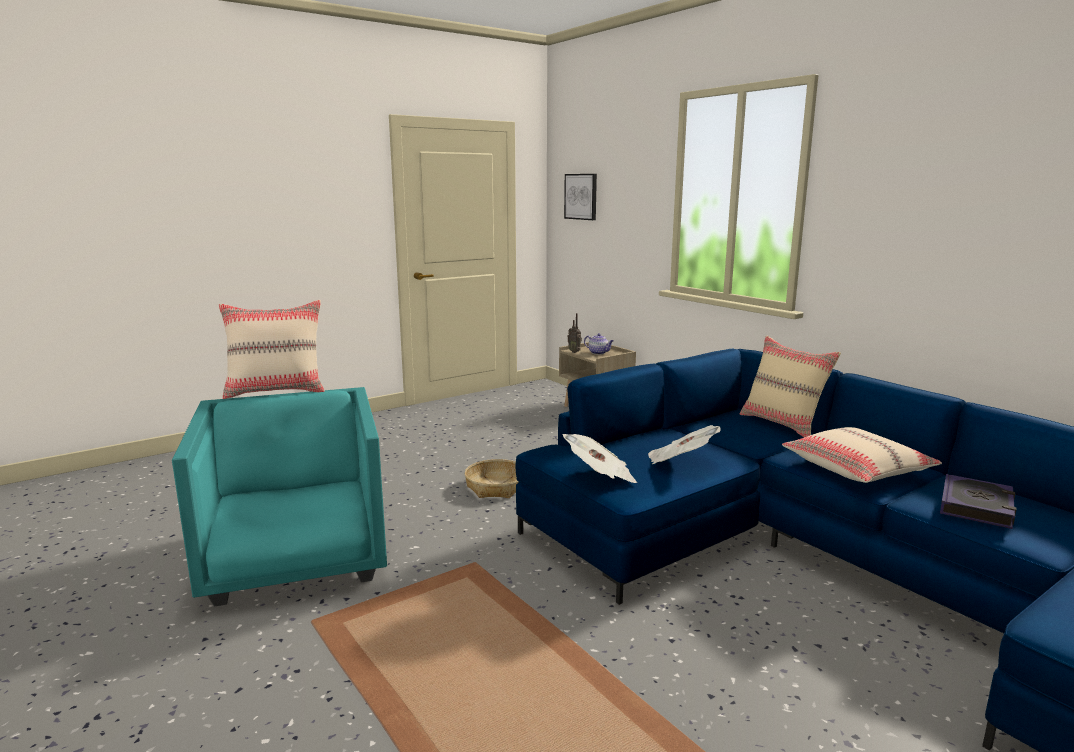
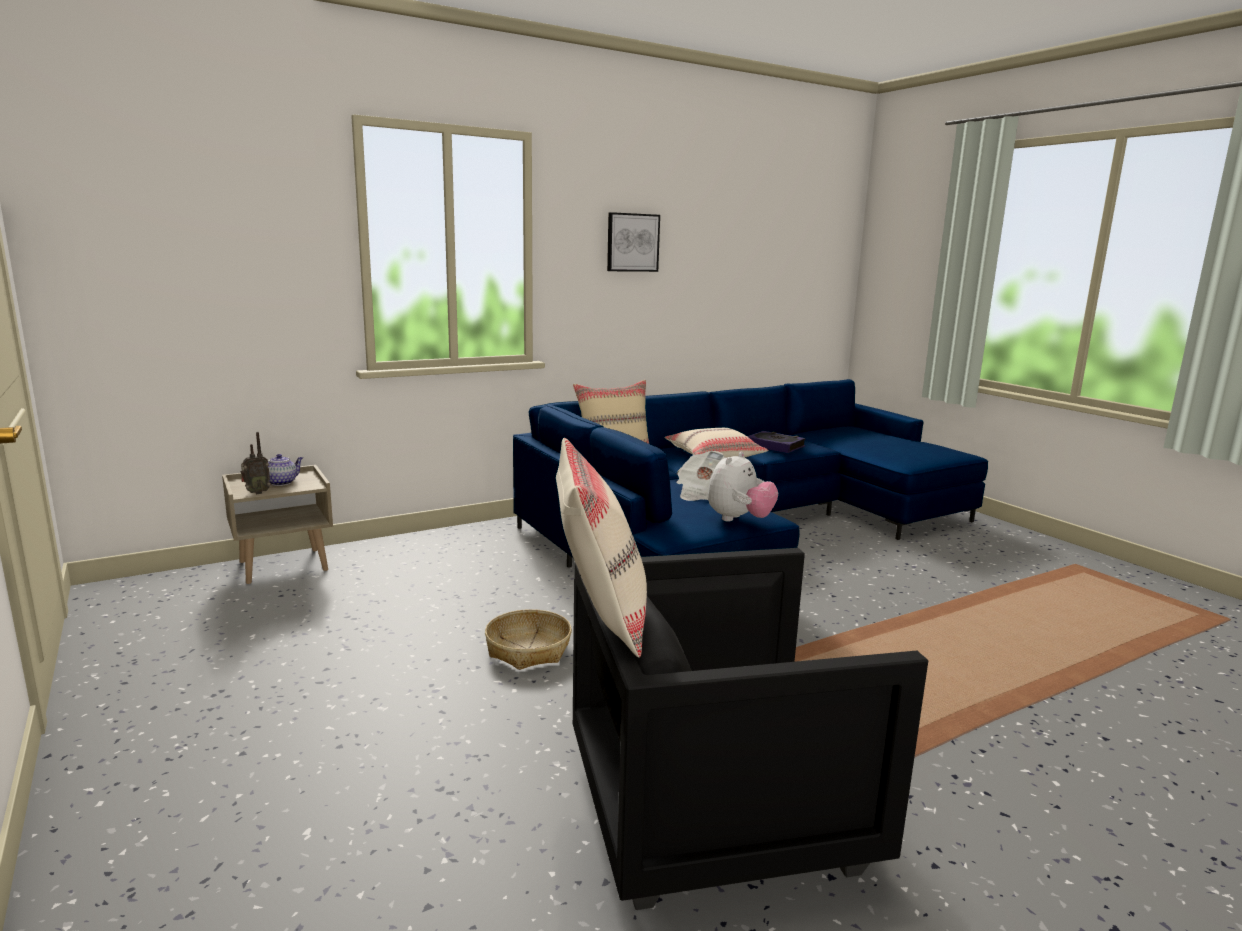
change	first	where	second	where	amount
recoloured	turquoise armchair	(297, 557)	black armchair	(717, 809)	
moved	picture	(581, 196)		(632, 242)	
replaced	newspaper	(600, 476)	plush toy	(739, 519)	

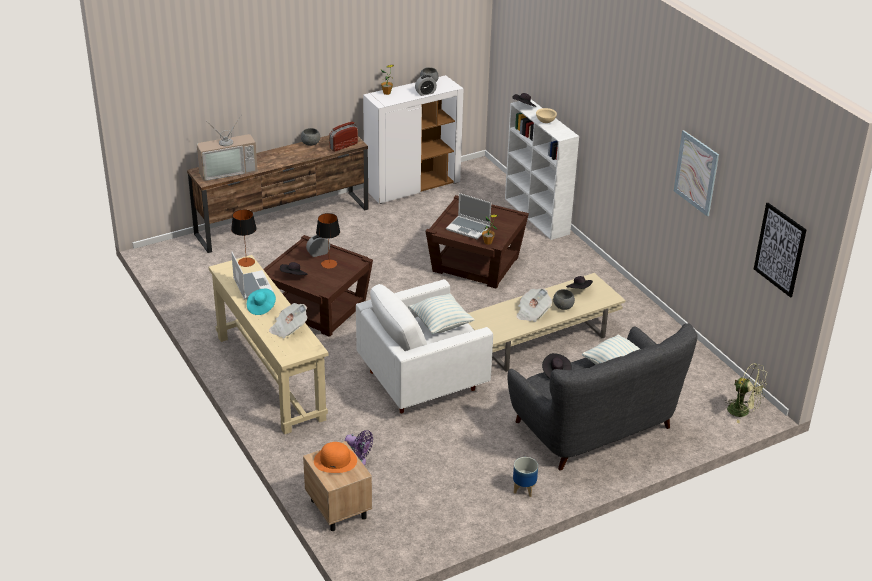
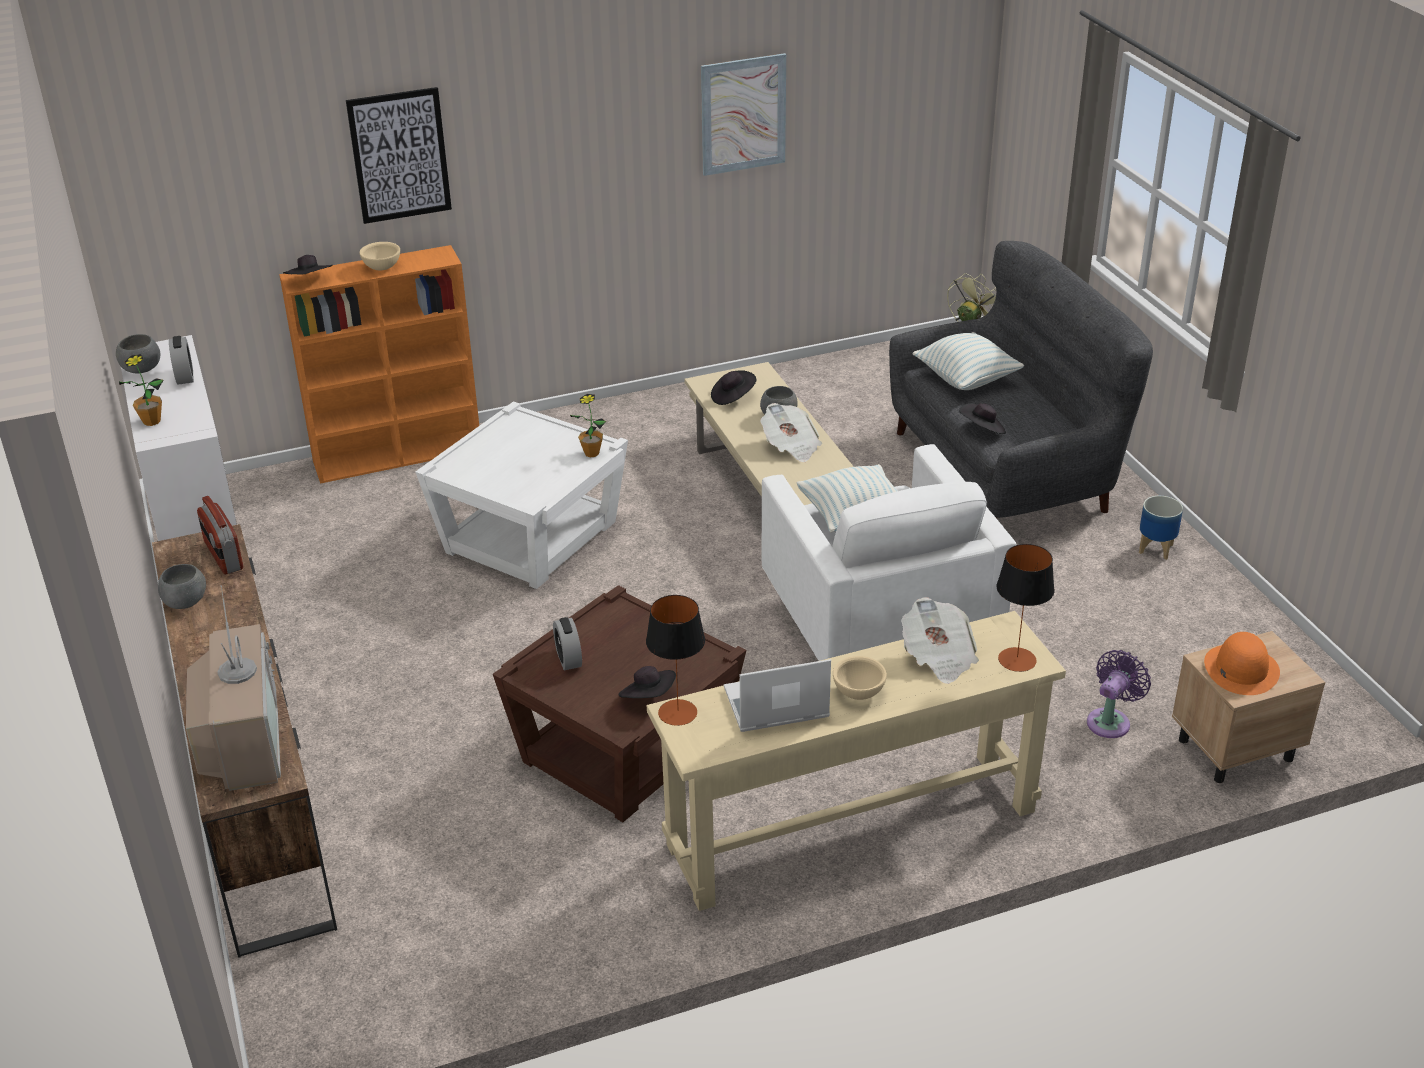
change	first	where	second	where	amount
recoloured	white bookcase	(537, 216)	orange bookcase	(399, 455)	
moved	picture	(780, 249)		(399, 155)	
recoloured	brown side table	(475, 264)	white side table	(530, 537)	
replaced	turquoise hat	(261, 307)	beige bowl	(858, 693)	
moved	table lamp	(329, 264)		(1017, 659)	
removed	laptop	(469, 228)			

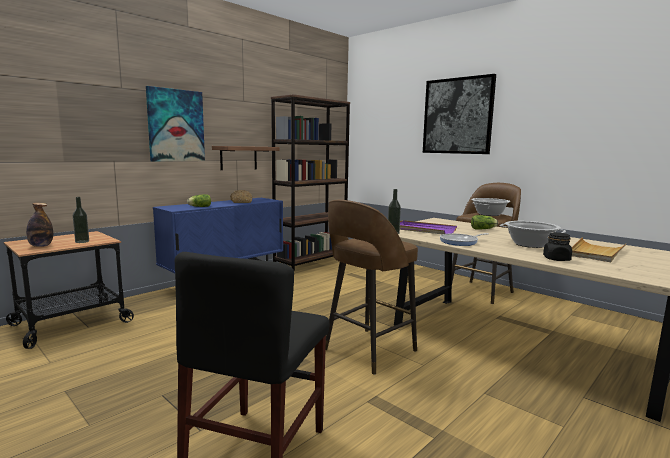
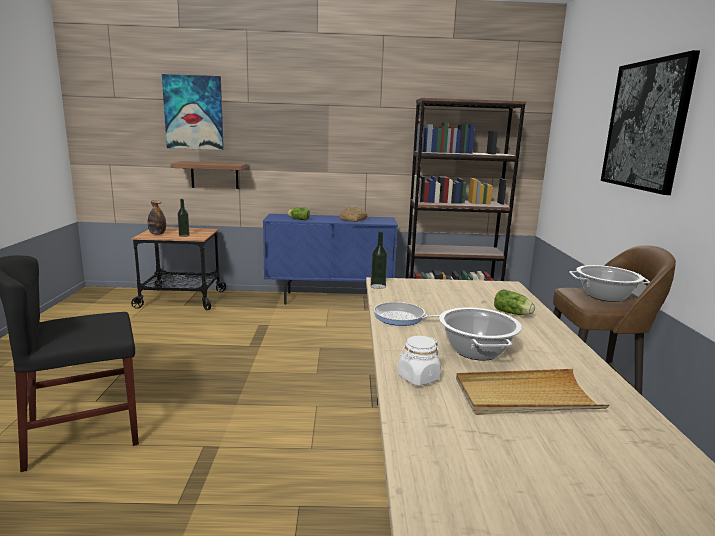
change	first	where	second	where	amount
moved	picture	(176, 125)		(194, 112)	
moved	shelf	(238, 158)		(214, 175)	
recoloured	black jar	(556, 259)	white jar	(418, 378)	
removed	brown stool	(367, 351)			
removed	purple tray	(422, 230)			

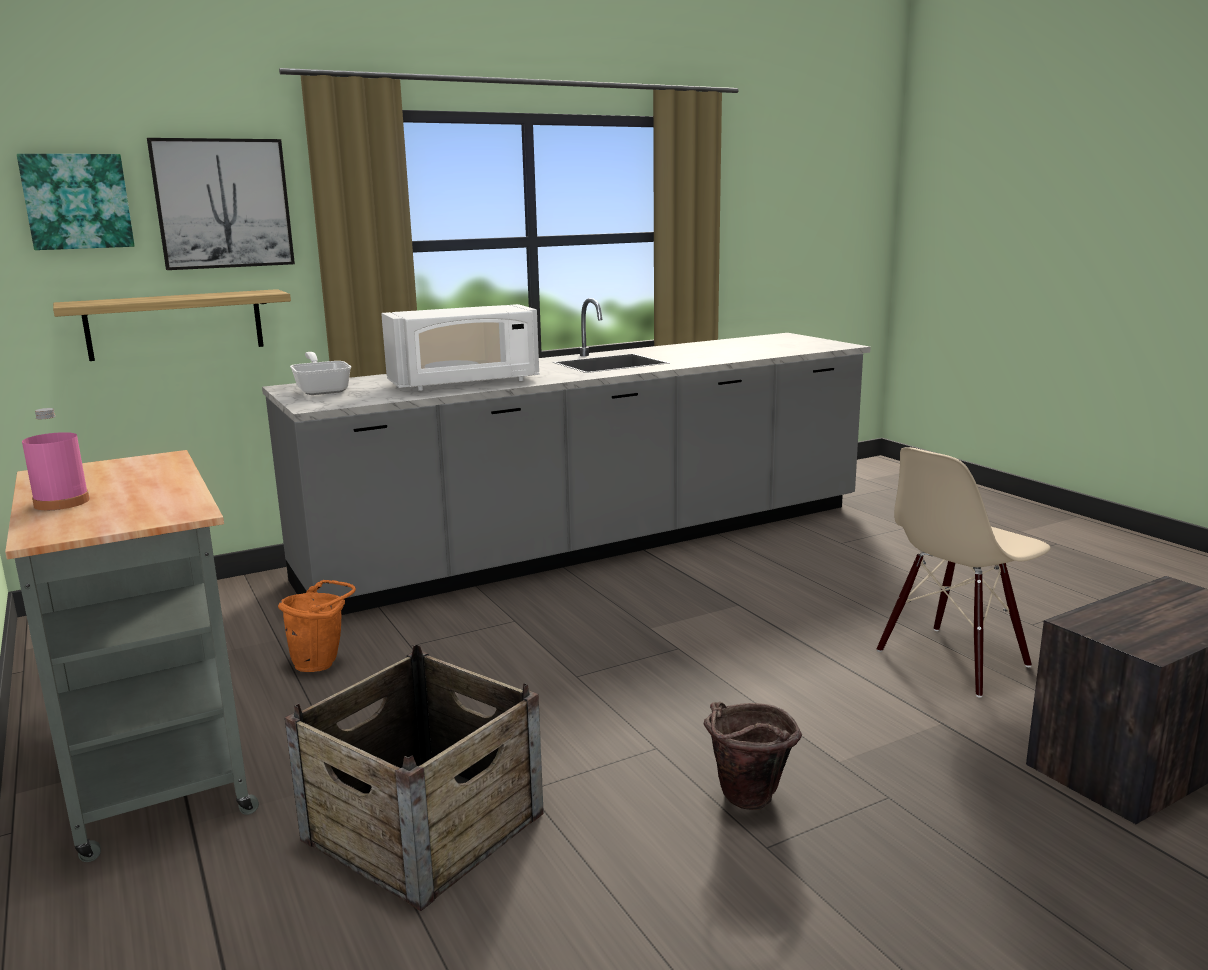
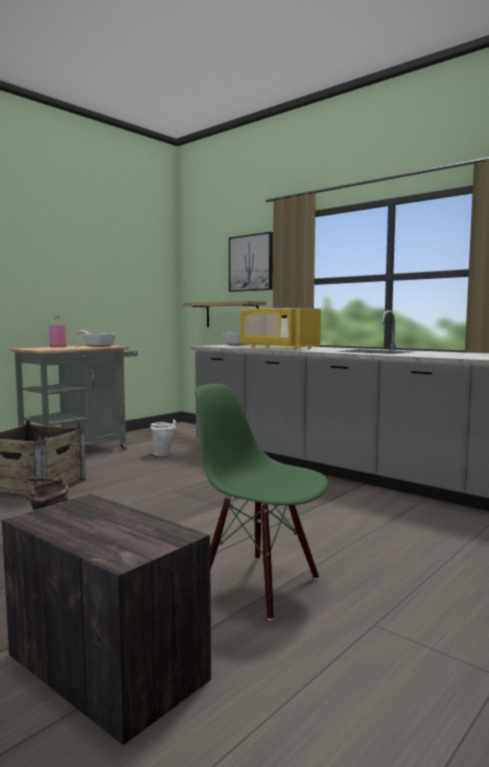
change	first	where	second	where	amount
added			frying pan	(97, 346)	
recoloured	orange bucket	(322, 663)	white bucket	(164, 455)	
recoloured	beige chair	(953, 660)	green chair	(260, 585)	
recoloured	white microwave	(465, 383)	yellow microwave	(278, 348)	
removed	picture	(77, 201)			

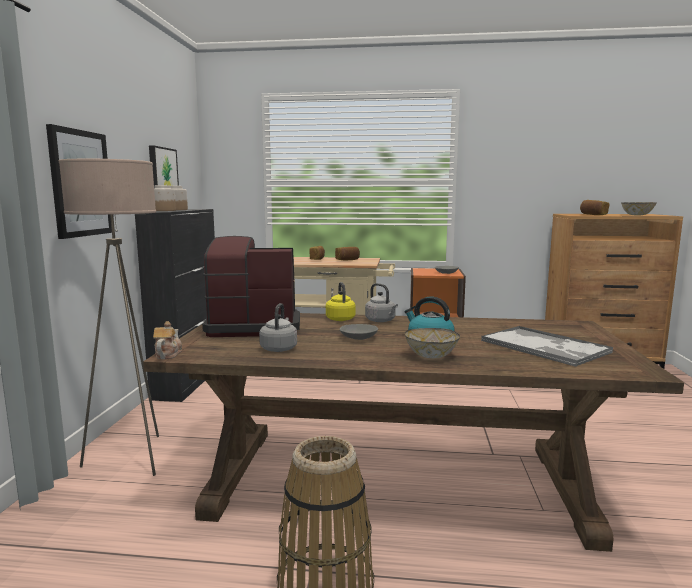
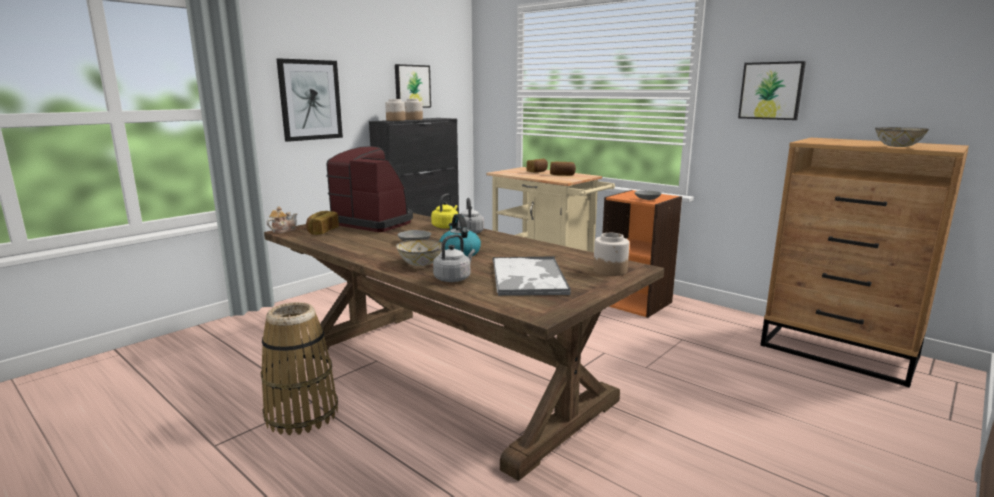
change	first	where	second	where	amount
moved	bread	(593, 215)		(322, 231)	
moved	grey kettle	(279, 348)		(454, 278)	
added			jar	(610, 270)	
added			picture	(771, 91)	
removed	beige floor lamp	(132, 458)			

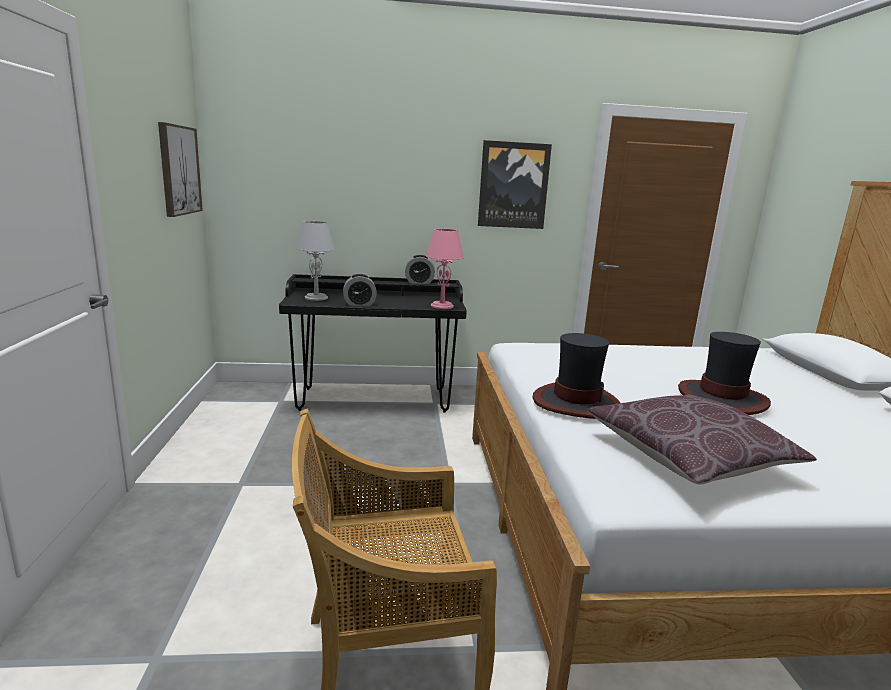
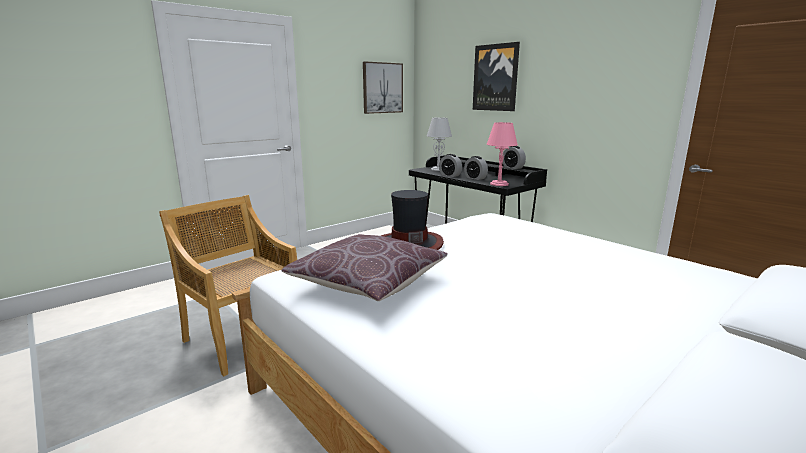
change	first	where	second	where	amount
added			alarm clock	(475, 178)	
moved	picture	(513, 185)		(495, 77)	
removed	hat	(722, 398)			

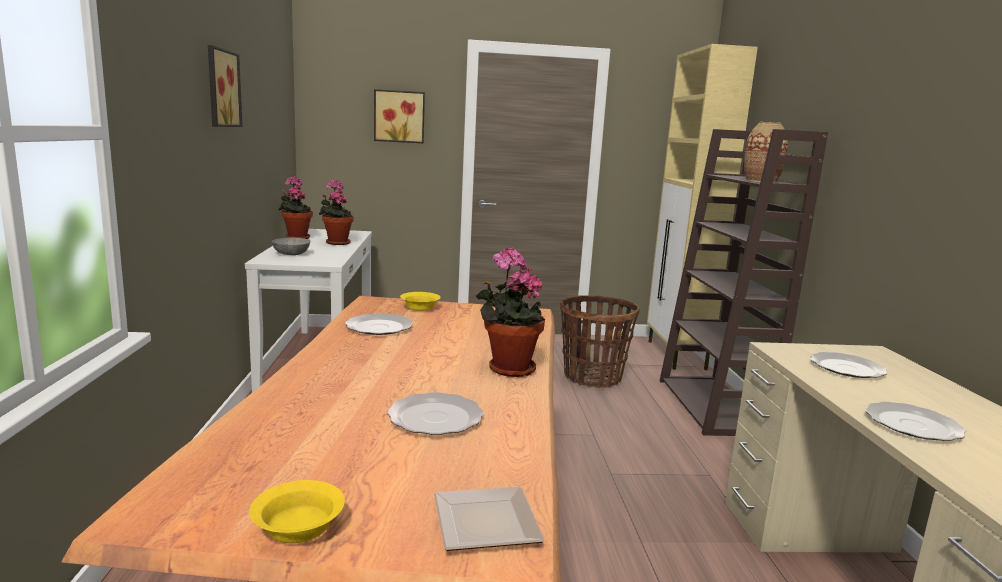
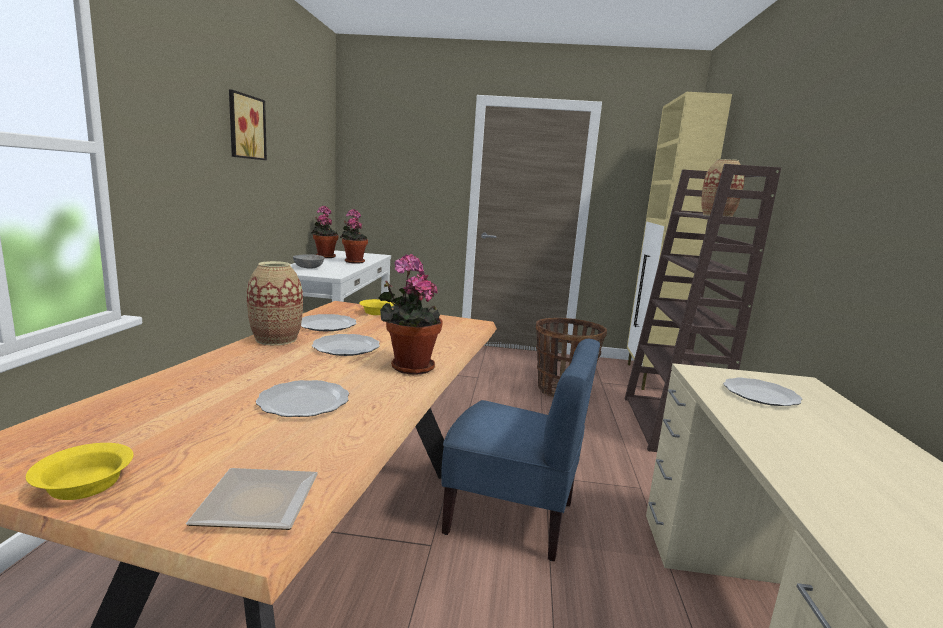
change	first	where	second	where	amount
added			vase	(276, 339)	
moved	plate	(911, 424)		(345, 347)	
added			blue chair	(511, 517)	
removed	picture	(399, 116)			

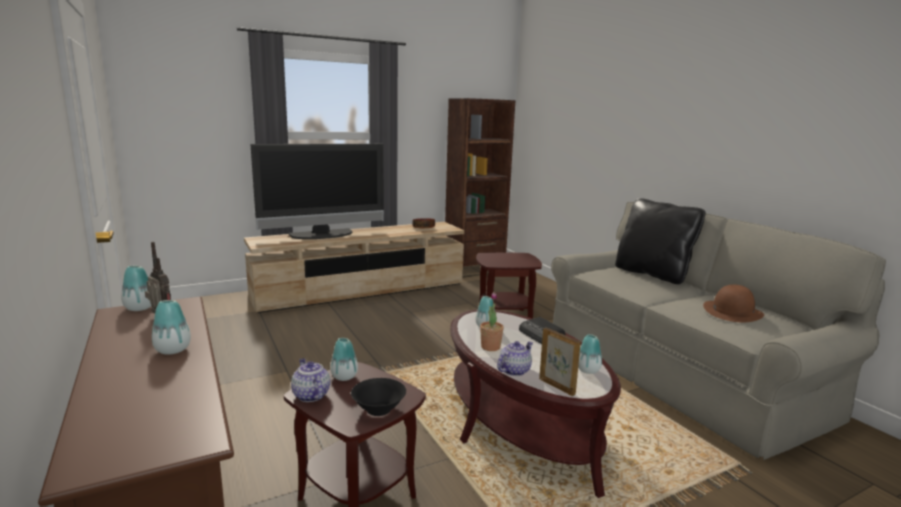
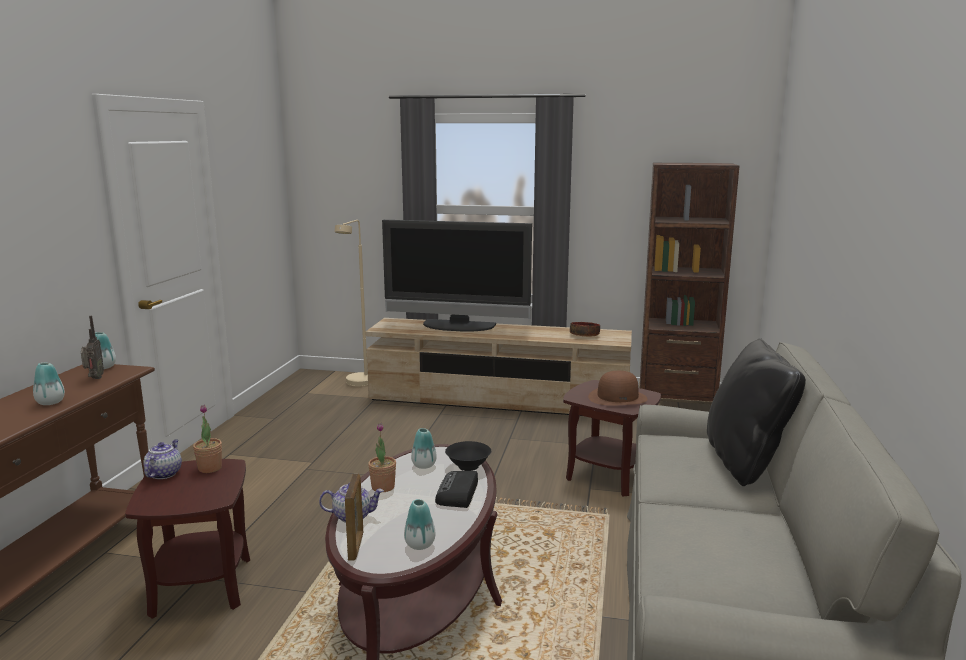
change	first	where	second	where	amount
replaced	vase	(344, 377)	potted plant	(210, 468)	
added			beige floor lamp	(358, 384)	
moved	black bowl	(378, 409)		(468, 466)	
moved	brown hat	(732, 311)		(617, 397)	

